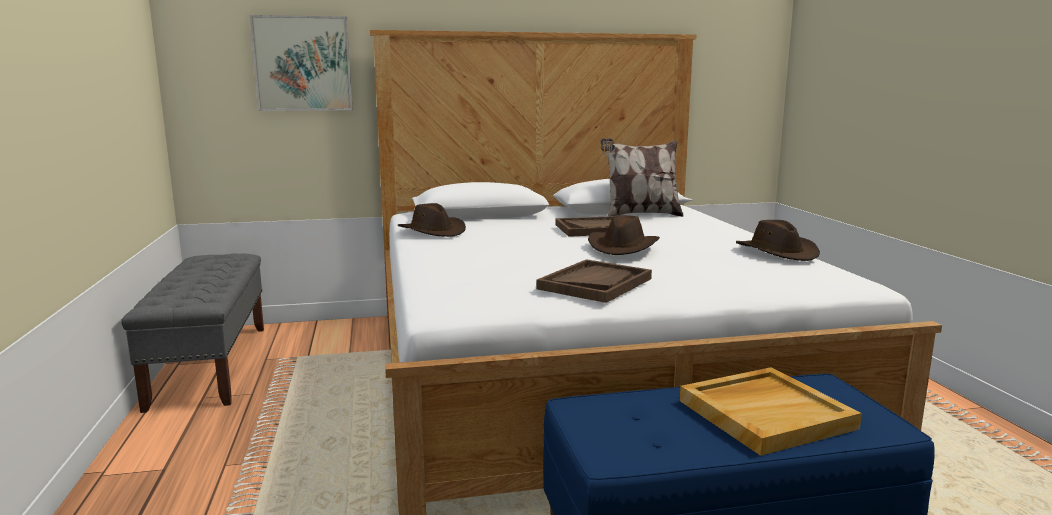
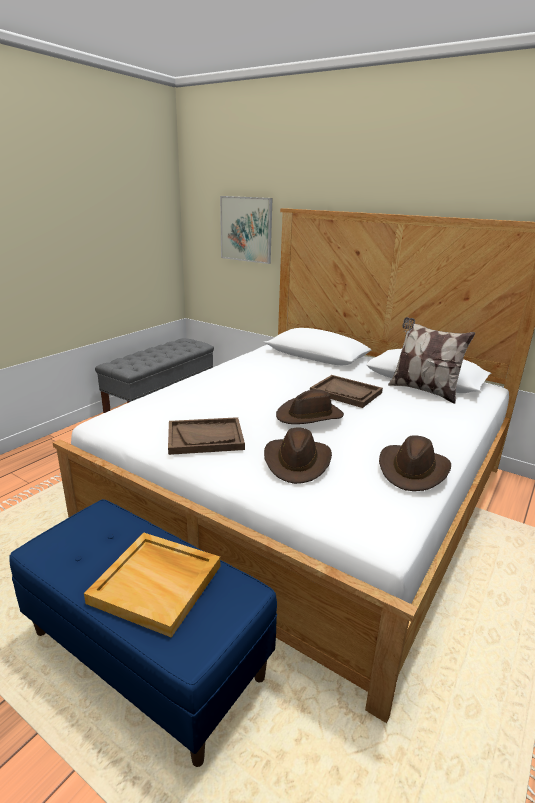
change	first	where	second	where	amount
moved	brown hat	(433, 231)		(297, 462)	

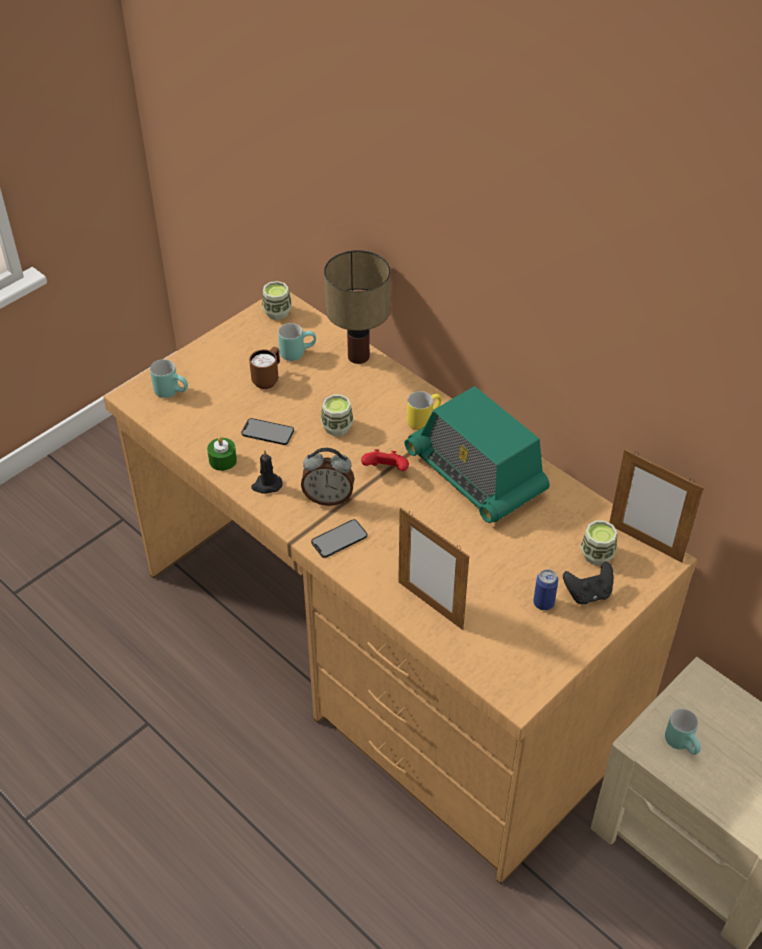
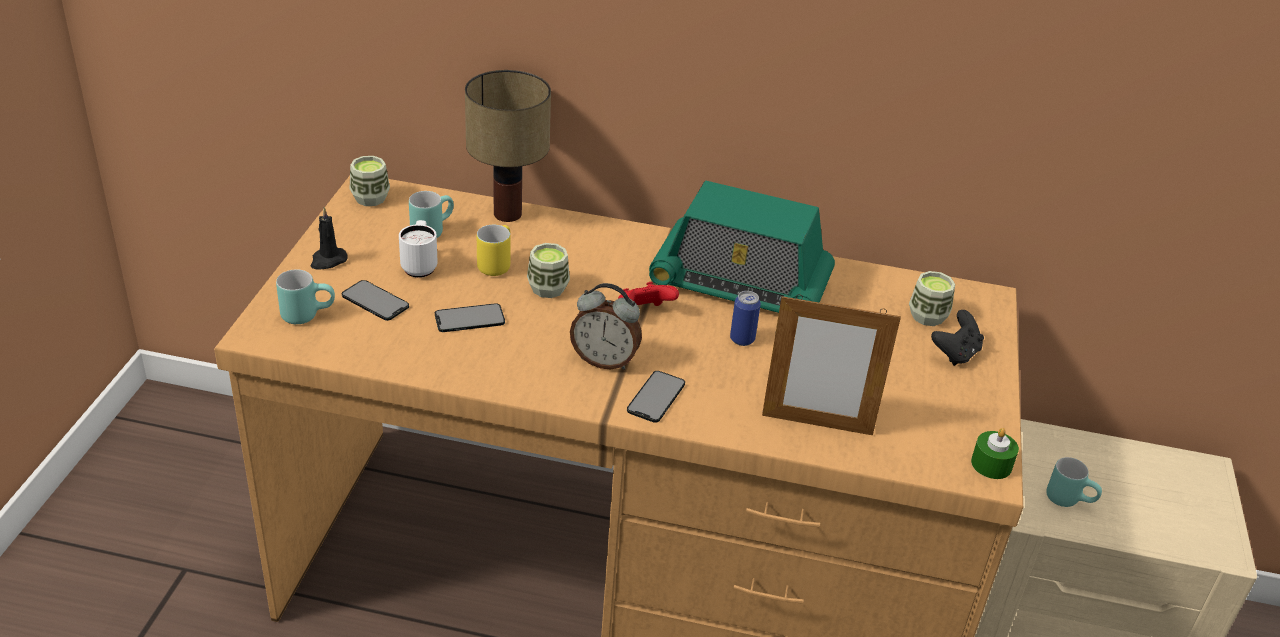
change	first	where	second	where	amount
moved	black candle	(266, 485)		(328, 260)	
added			phone	(375, 301)	
recoloured	brown mug	(268, 379)	white mug	(420, 266)	
moved	yellow mug	(423, 419)		(494, 263)	
turned	alarm clock	(328, 498)		(604, 360)	45 degrees clockwise
moved	can	(543, 603)		(742, 339)	
moved	green candle	(222, 460)		(991, 464)	
removed	picture frame	(645, 543)			

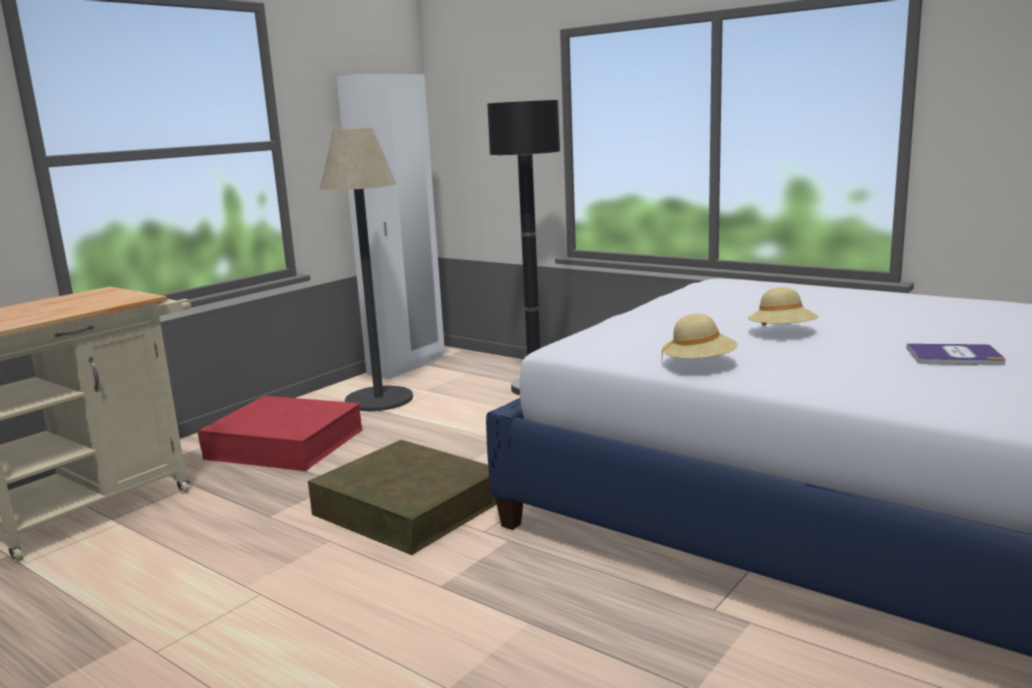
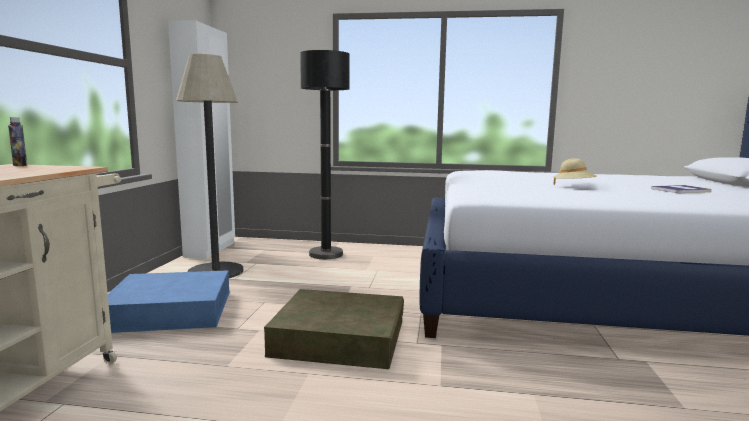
change	first	where	second	where	amount
added			bottle	(20, 165)	
recoloured	red storage box	(284, 444)	blue storage box	(170, 311)	
removed	beige hat	(699, 364)			

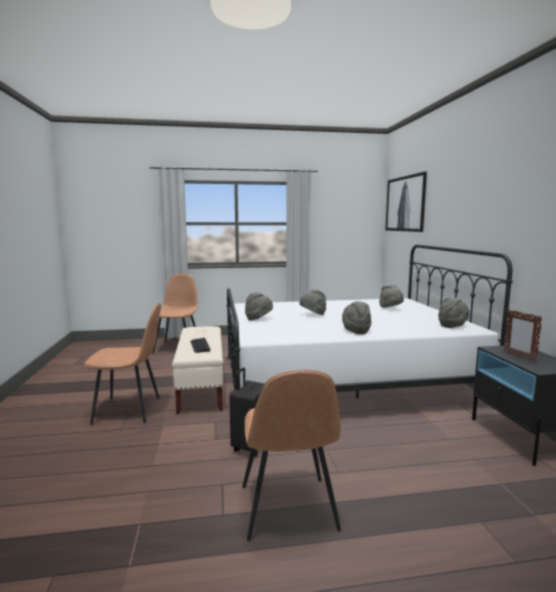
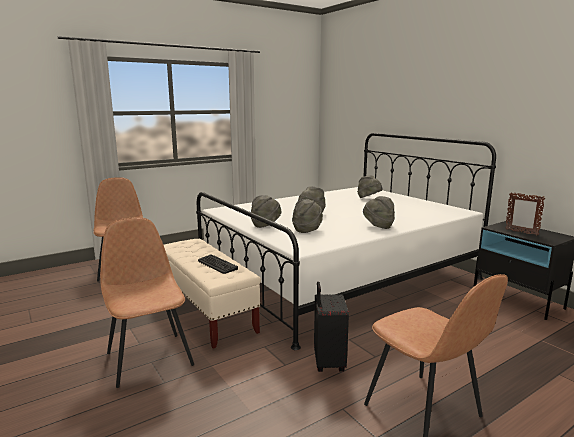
change	first	where	second	where	amount
turned	brown chair	(129, 410)		(149, 357)	90 degrees counterclockwise
moved	grey hat	(452, 326)		(307, 230)	
removed	picture	(405, 204)			

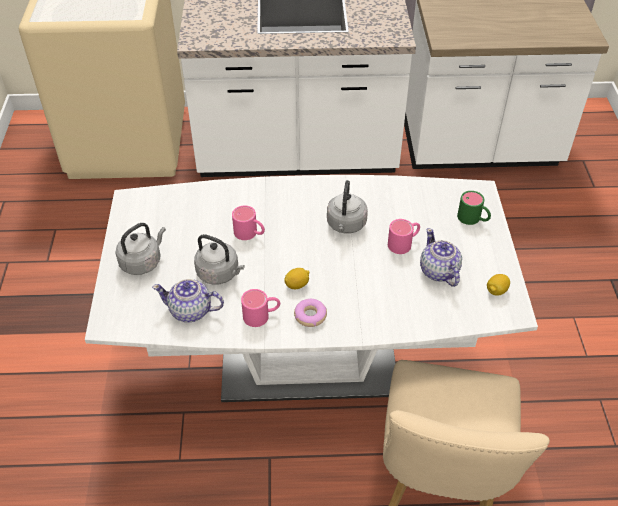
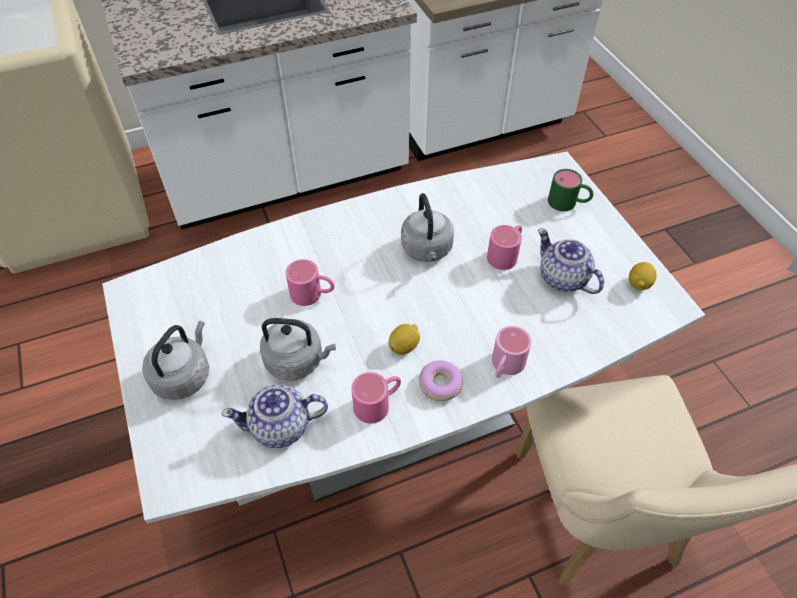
change	first	where	second	where	amount
added			pink mug	(505, 366)	

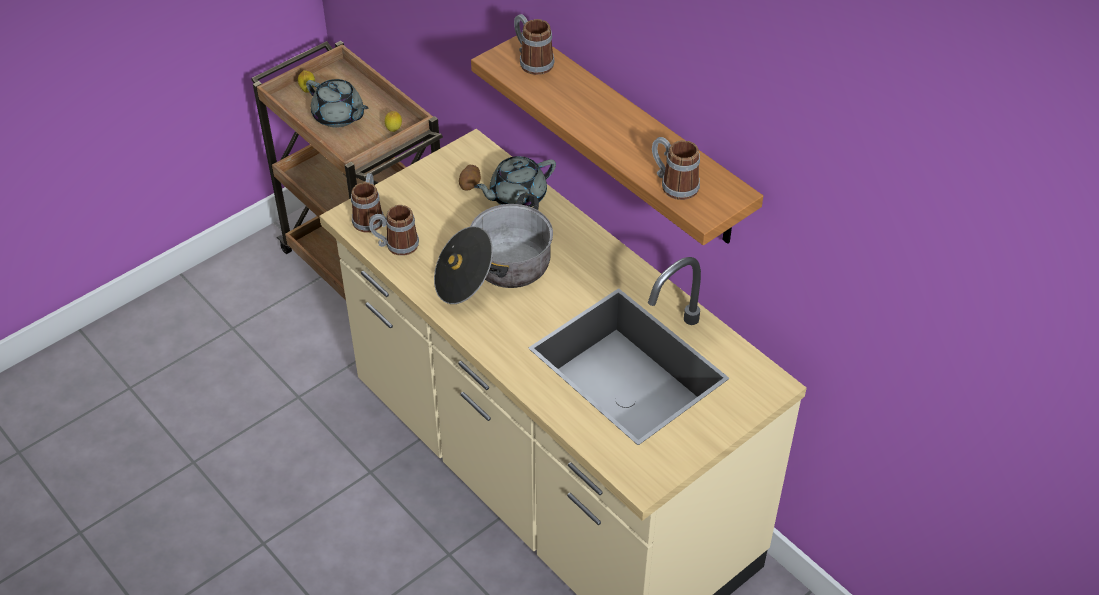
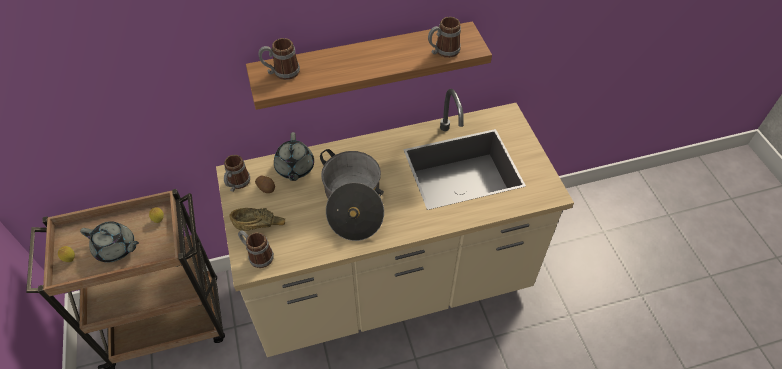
change	first	where	second	where	amount
turned	grey teapot	(339, 116)		(116, 248)	45 degrees clockwise
moved	mug	(395, 245)		(237, 184)	
added			brown bowl	(259, 224)	

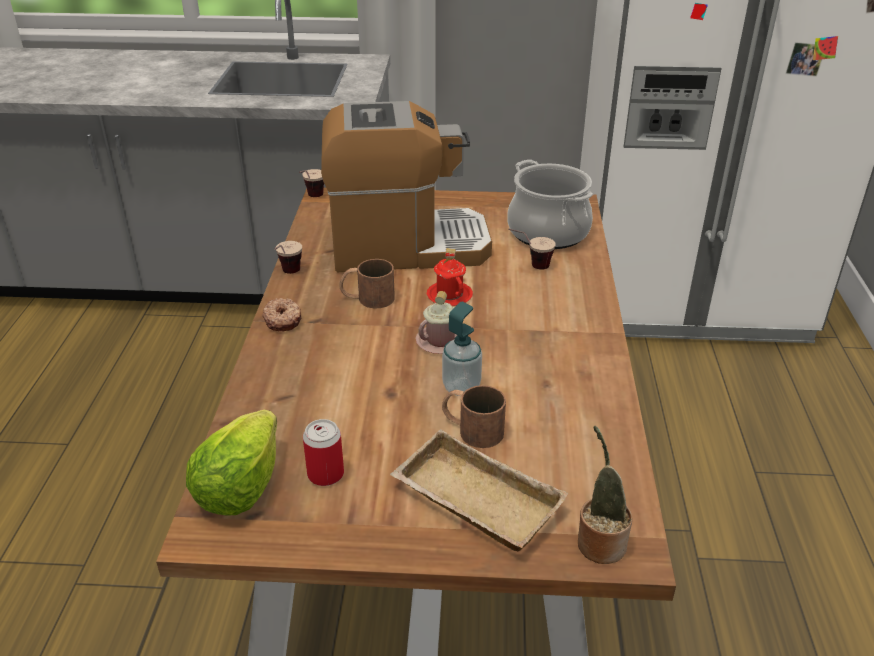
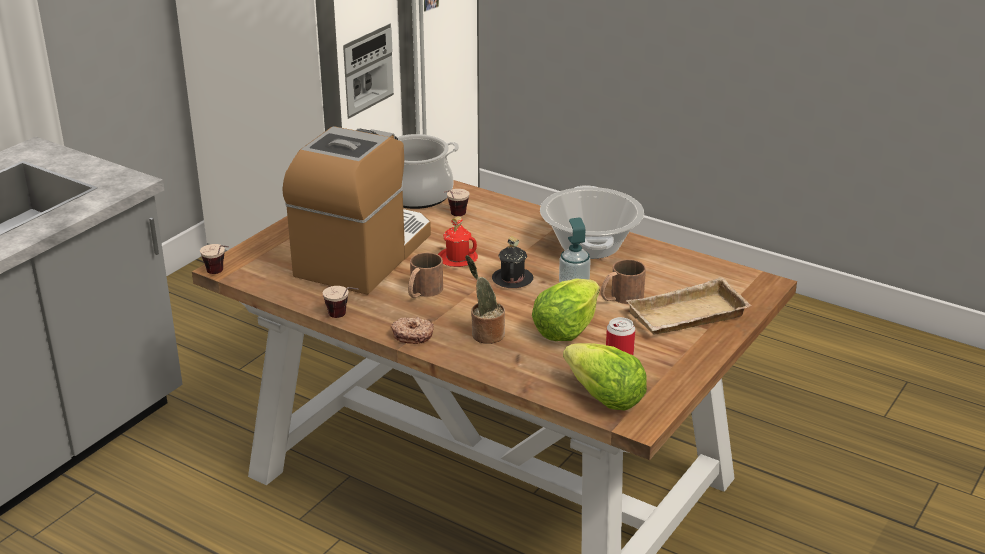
change	first	where	second	where	amount
moved	potted plant	(599, 542)		(485, 334)	
recoloured	pink mug	(440, 341)	black mug	(512, 279)	
added			lettuce	(565, 330)	
added			cooking pot	(589, 246)	

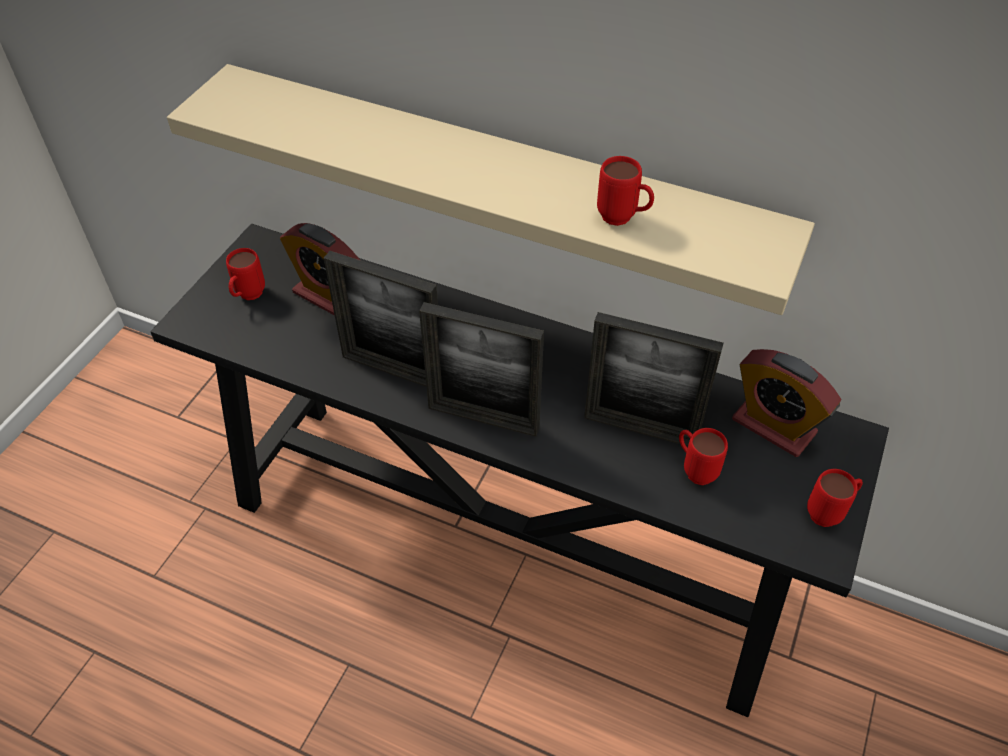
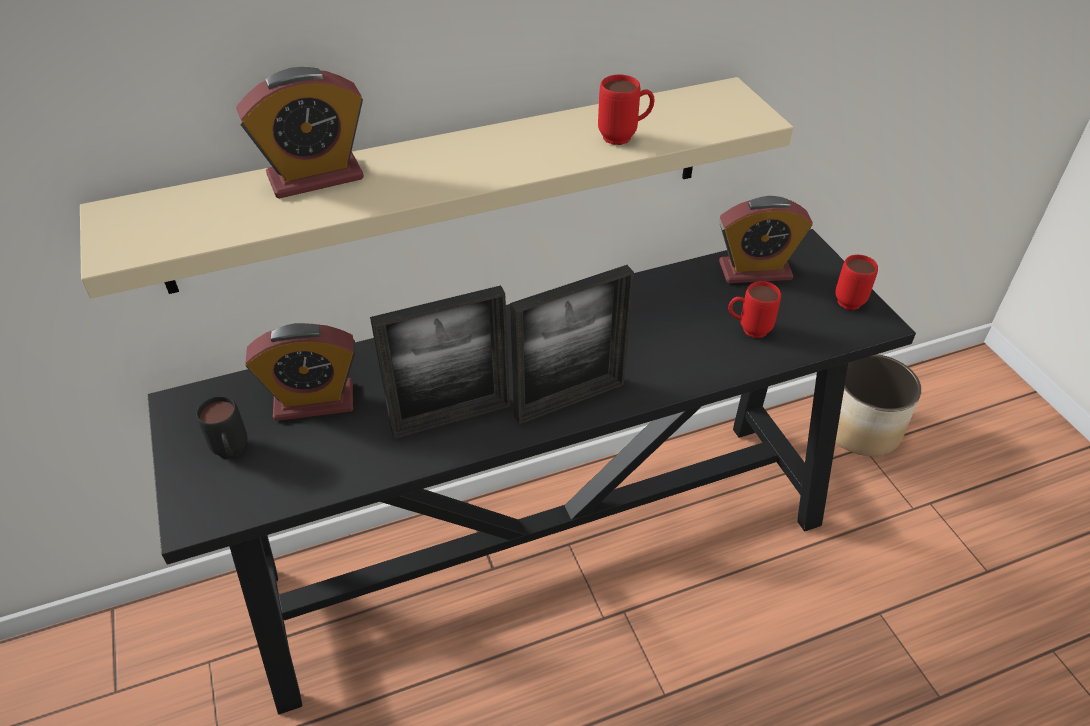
change	first	where	second	where	amount
recoloured	red mug	(248, 297)	black mug	(232, 454)	
added			alarm clock	(315, 177)	
added			planter	(861, 429)	
removed	picture frame	(640, 428)			

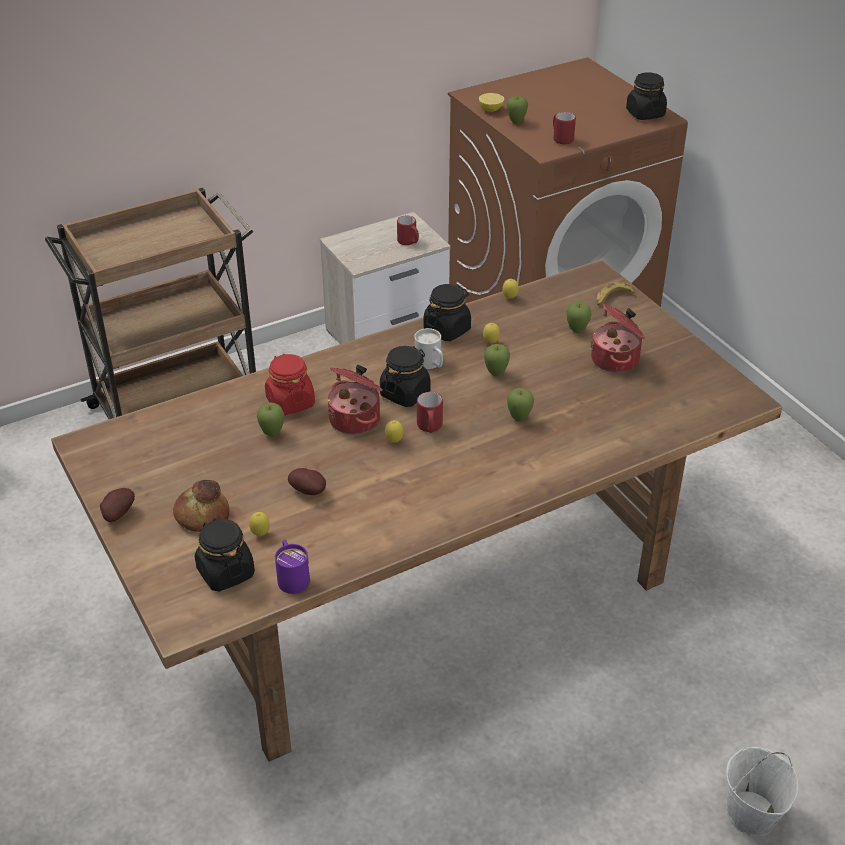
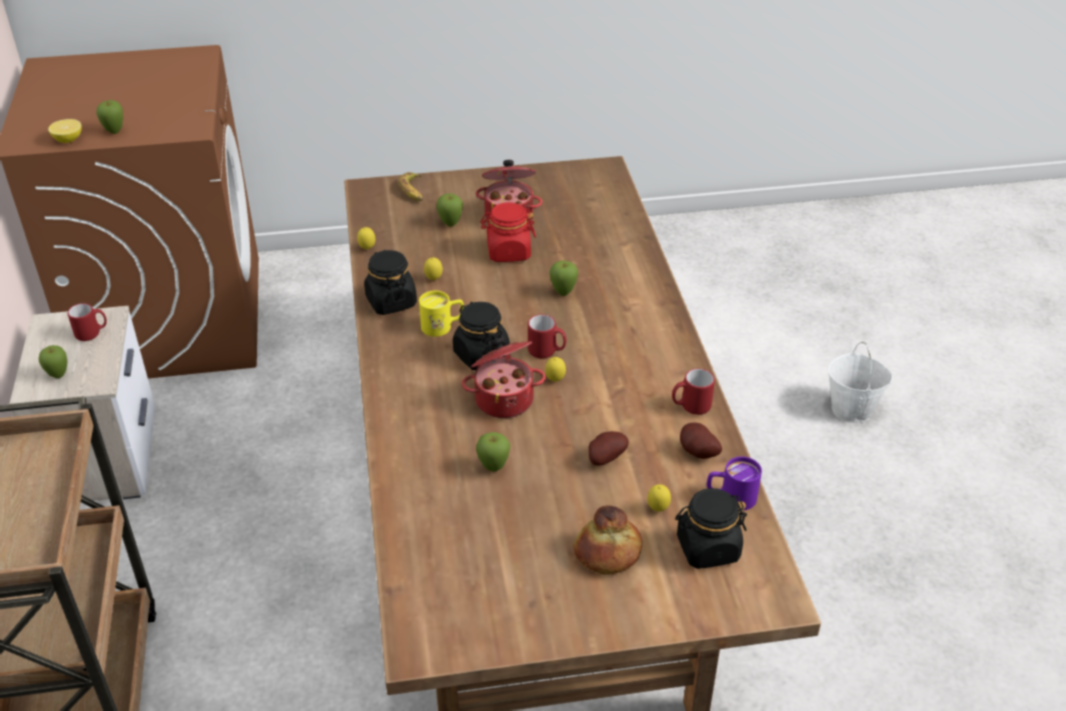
change	first	where	second	where	amount
moved	apple	(496, 374)		(58, 375)	
recoloured	white mug	(431, 364)	yellow mug	(443, 326)	
moved	red jar	(290, 402)		(508, 252)	
moved	red mug	(561, 139)		(690, 407)	
moved	potato	(117, 514)		(697, 453)	
removed	black jar	(645, 113)			

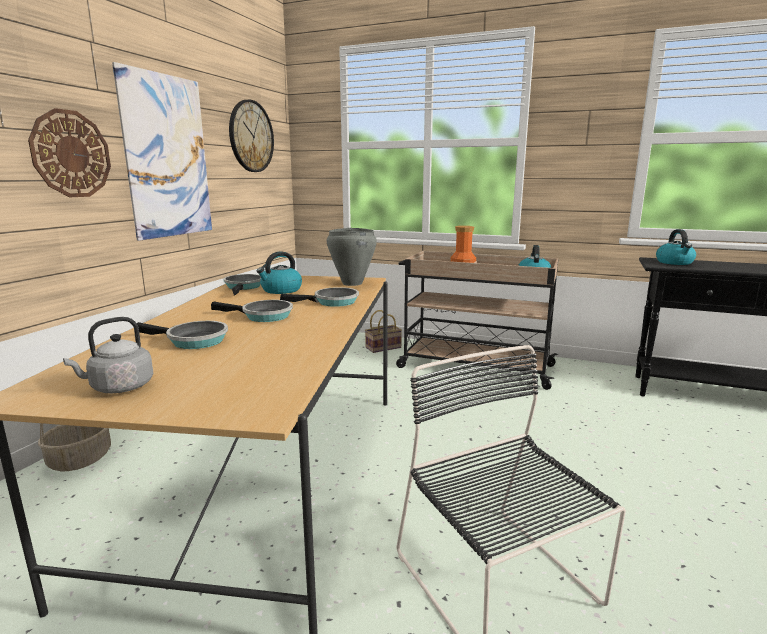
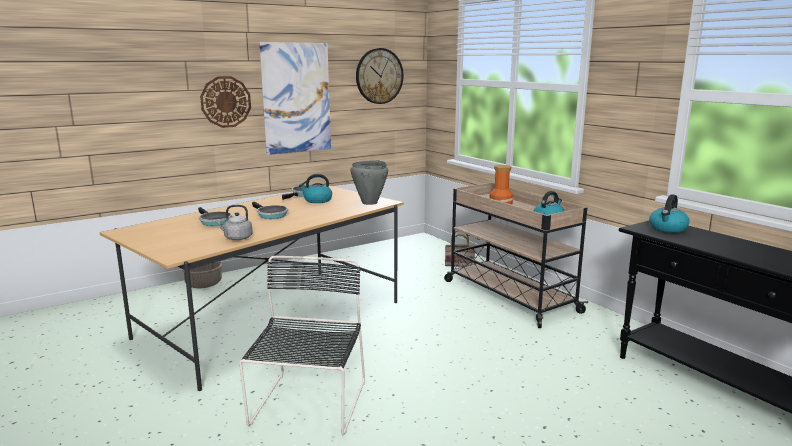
change	first	where	second	where	amount
moved	grey kettle	(119, 388)		(236, 238)	
removed	frying pan	(332, 302)			

